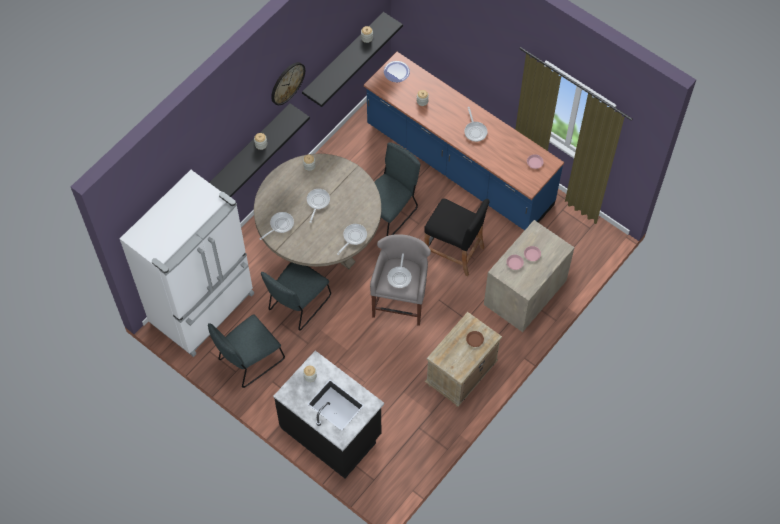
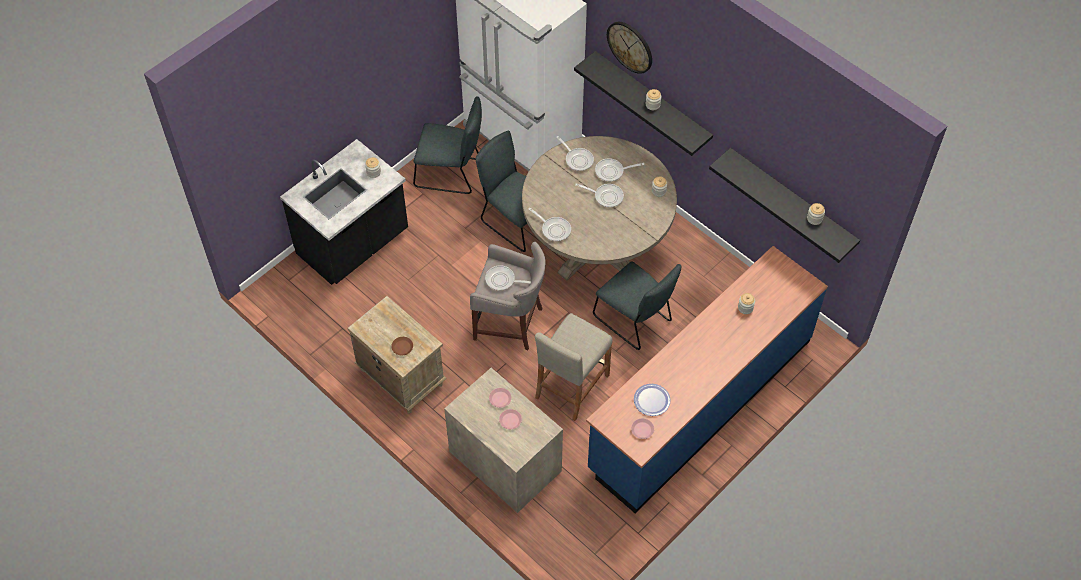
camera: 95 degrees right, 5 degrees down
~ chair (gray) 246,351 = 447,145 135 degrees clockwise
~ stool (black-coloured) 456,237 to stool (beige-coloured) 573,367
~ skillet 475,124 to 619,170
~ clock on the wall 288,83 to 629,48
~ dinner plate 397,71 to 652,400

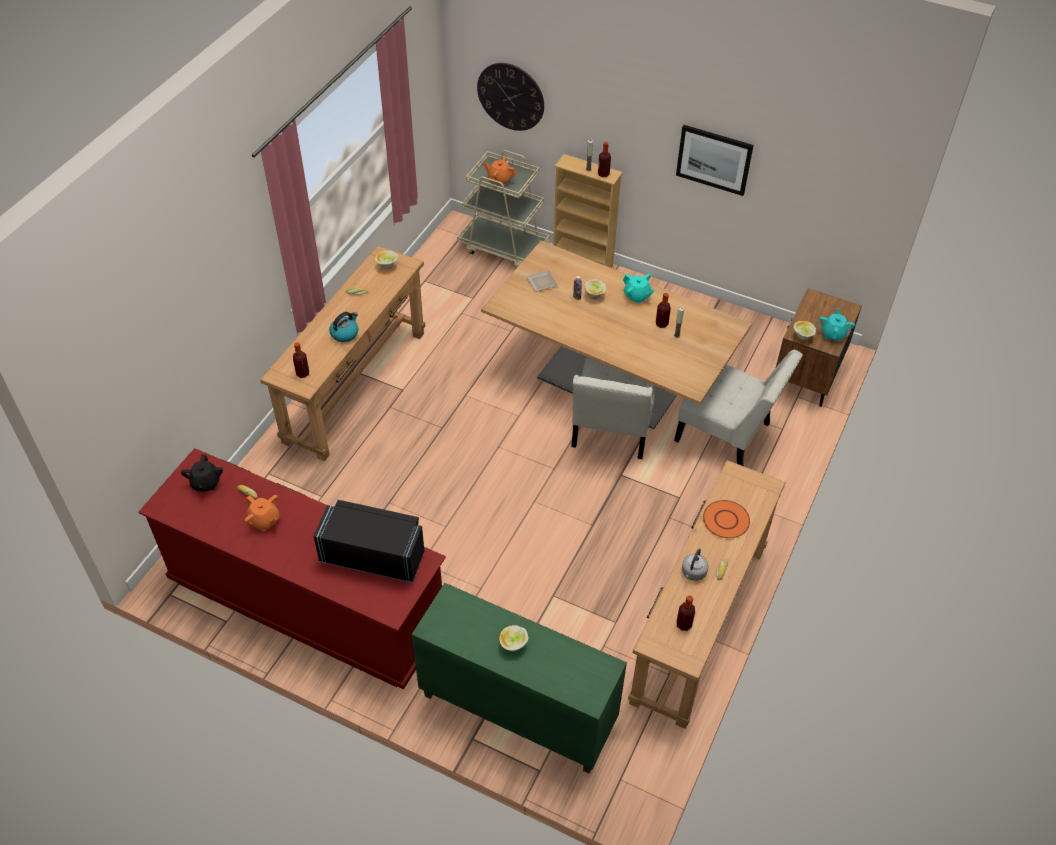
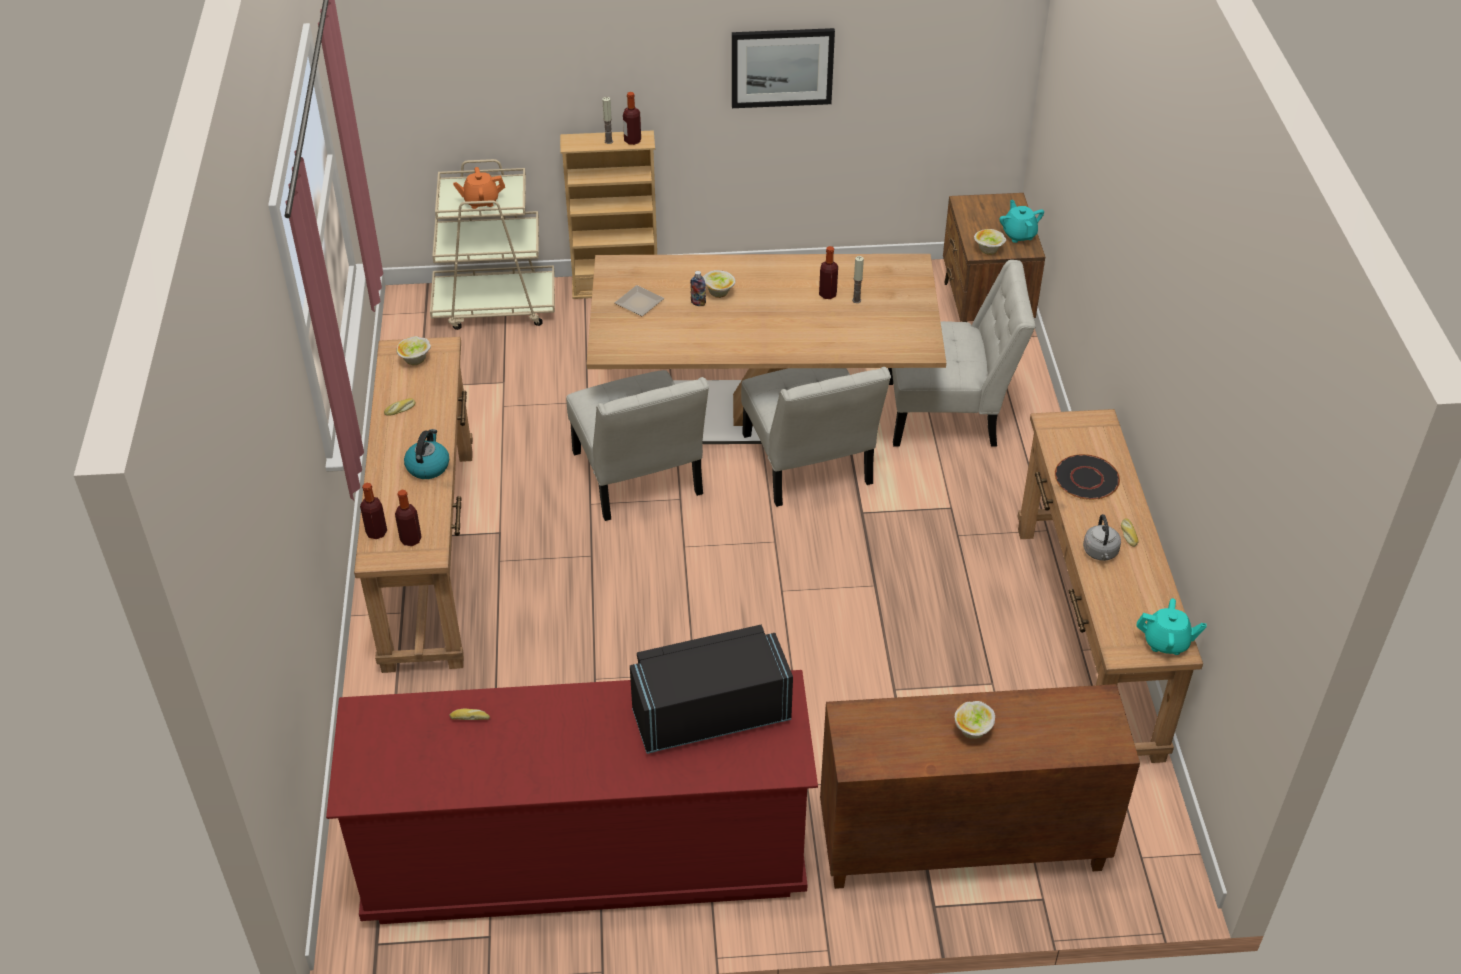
camera: 30 degrees left, 5 degrees down
~ bottle 685,613 to 373,511
+ chair (white-coloured) 637,445
~ cabinet (greenish) 519,678 to cabinet (brownish) 980,786
~ dinner plate (orange-coloured) 726,519 to dinner plate (black-coloured) 1087,477
~ pot for tea (turquoise) 639,288 to 1171,626
- pot for tea (black-coloured) 202,472
- pot for tea (orange-coloured) 262,513
- clock on the wall 510,97

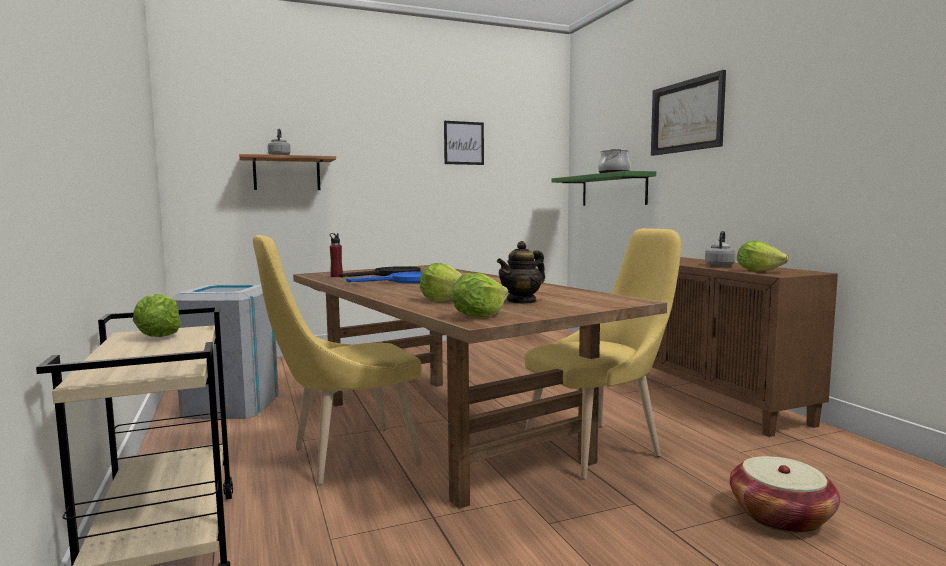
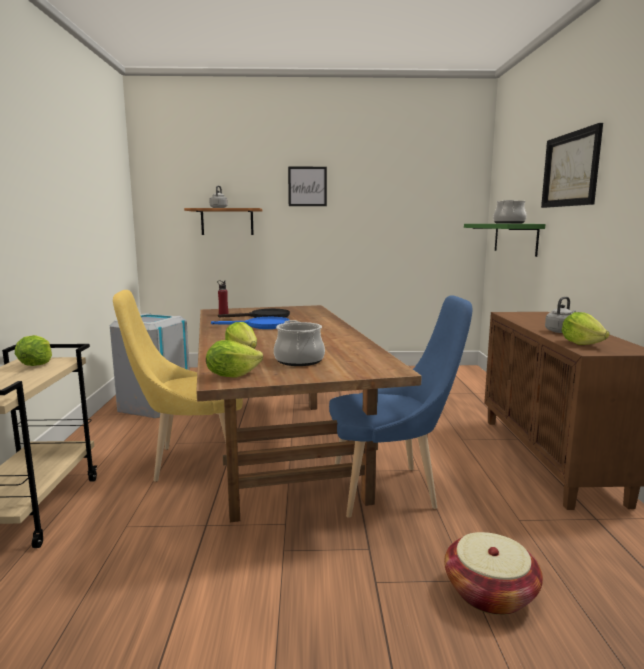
camera: 20 degrees right, 5 degrees up
~ pot for tea 521,272 to stockpot 299,343
~ picture 464,143 to 307,186
~ chair (yellowish) 603,353 to chair (blue) 400,406

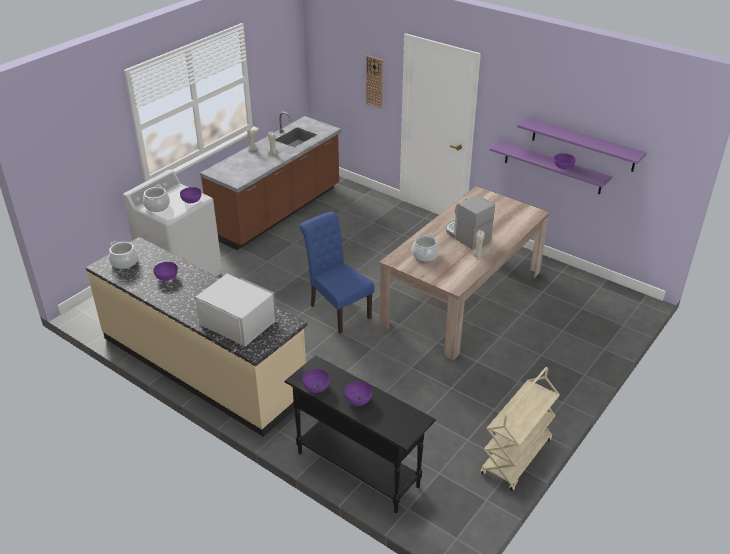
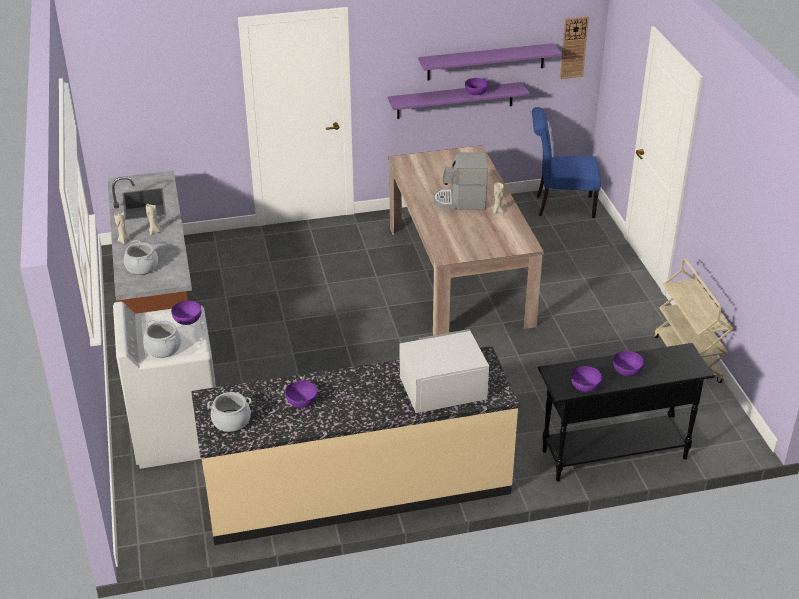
camera: 50 degrees left, 0 degrees up
~ stockpot 425,247 to 141,257
~ chair (blue) 337,273 to 566,162
~ clock on the wall 374,82 to 574,48

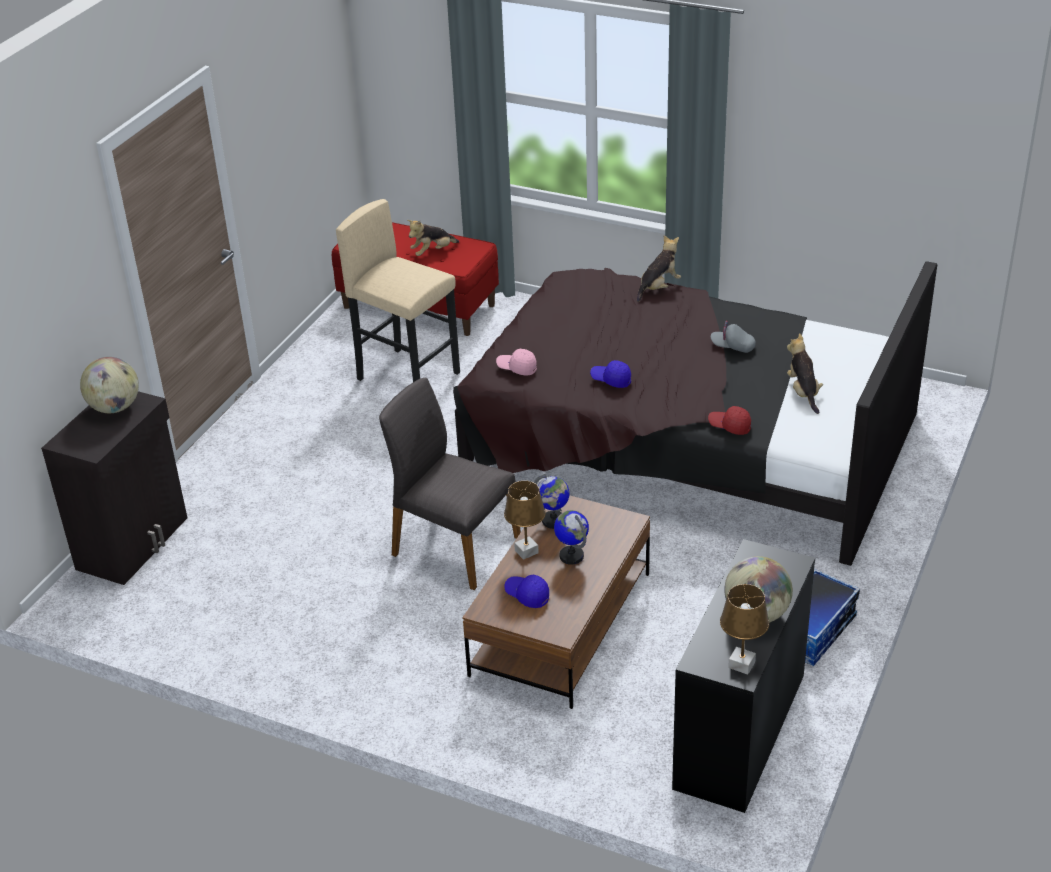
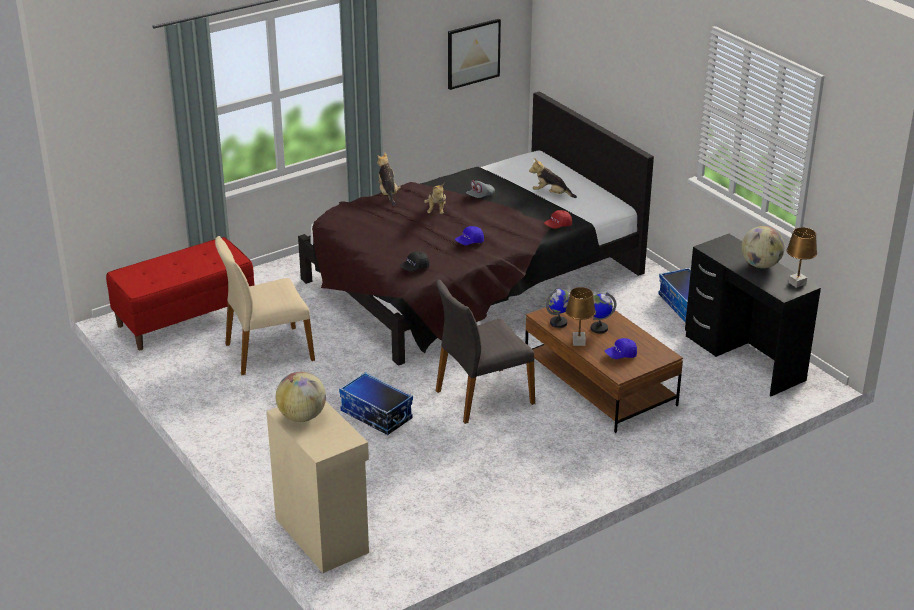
camera: 60 degrees left, 5 degrees down
~ stool (beige-coloured) 398,290 to chair (beige-coloured) 265,305
~ cabinet (black-coloured) 114,488 to cabinet (beige-coloured) 317,487
+ storage bin 376,403
~ baseball cap (pink) 516,362 to baseball cap (black-coloured) 415,262
~ plush toy 433,238 to 435,198
+ picture 474,54

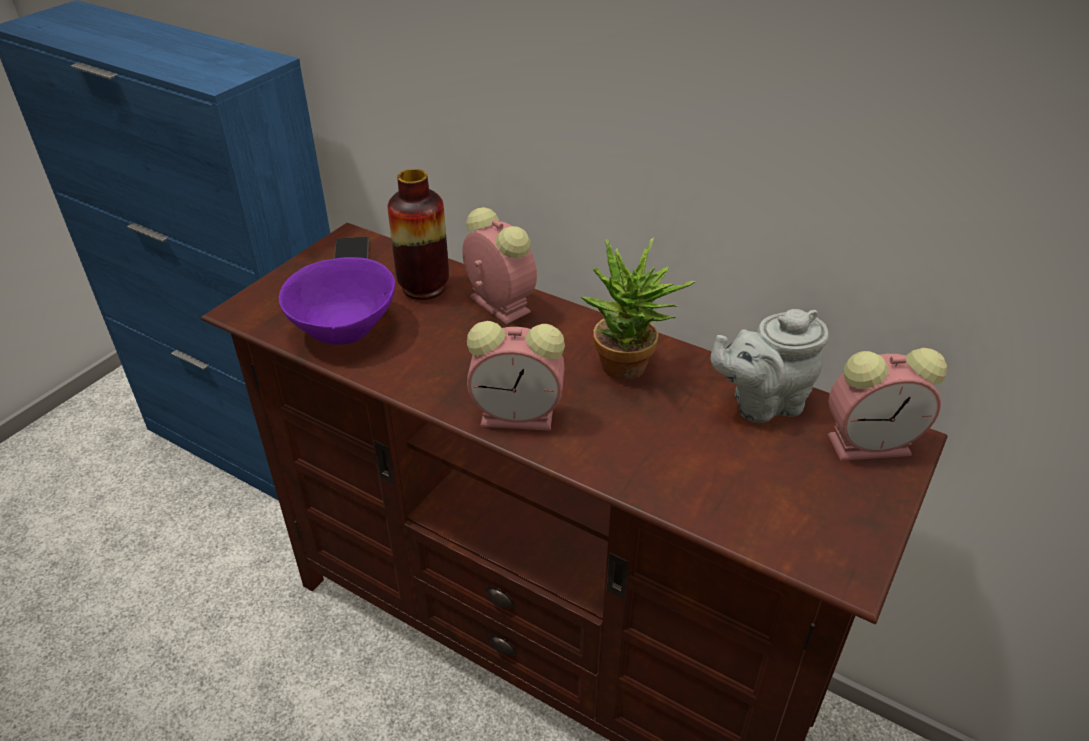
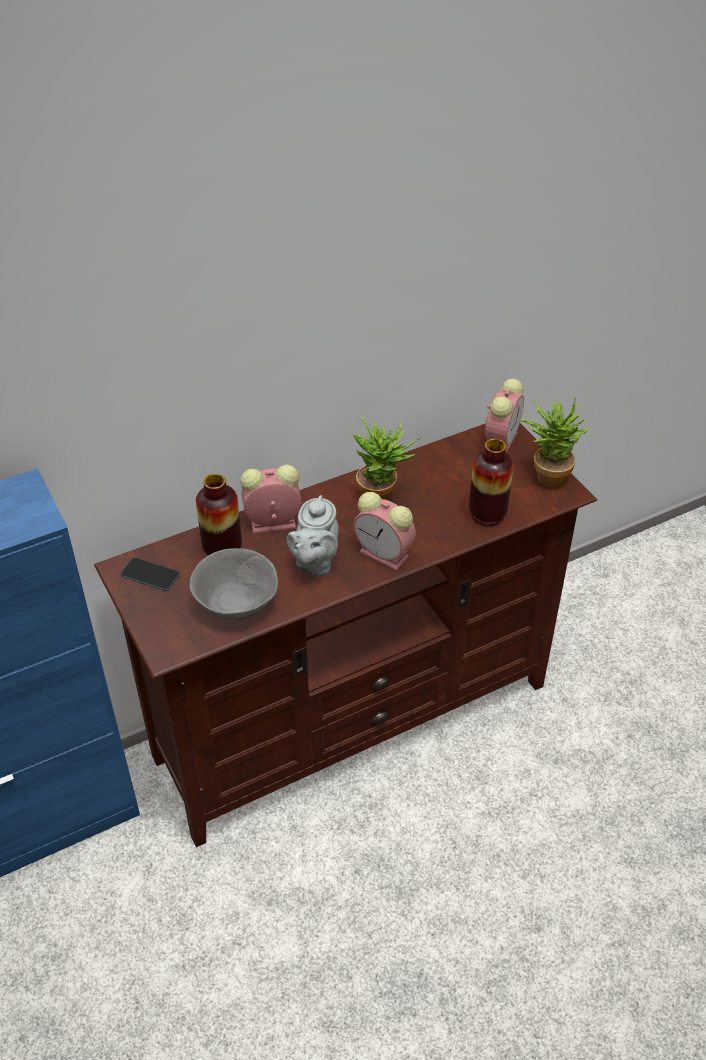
camera: 60 degrees left, 5 degrees up
~ bowl (purple-coloured) 337,301 to bowl (gray) 234,584
~ pot for tea (gray) 769,366 to 313,536
~ bedside clock 516,376 = 385,531 90 degrees clockwise
+ vase 491,482
+ plant in a pot 554,442

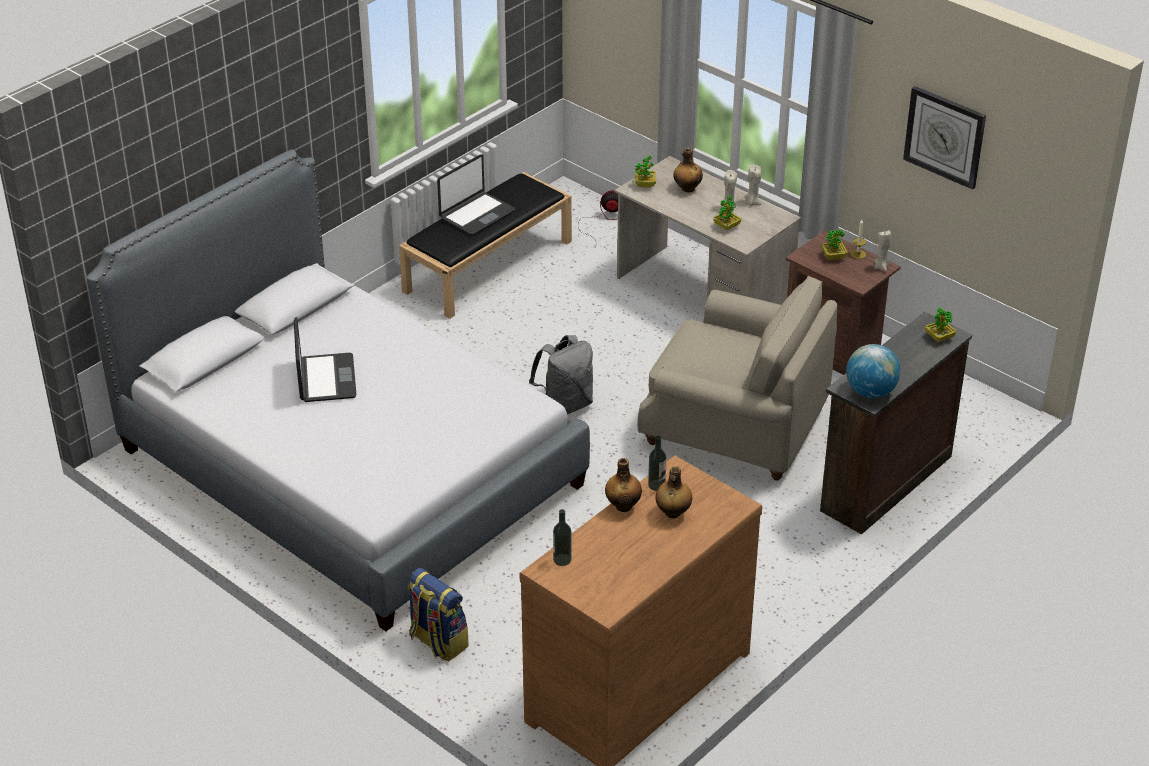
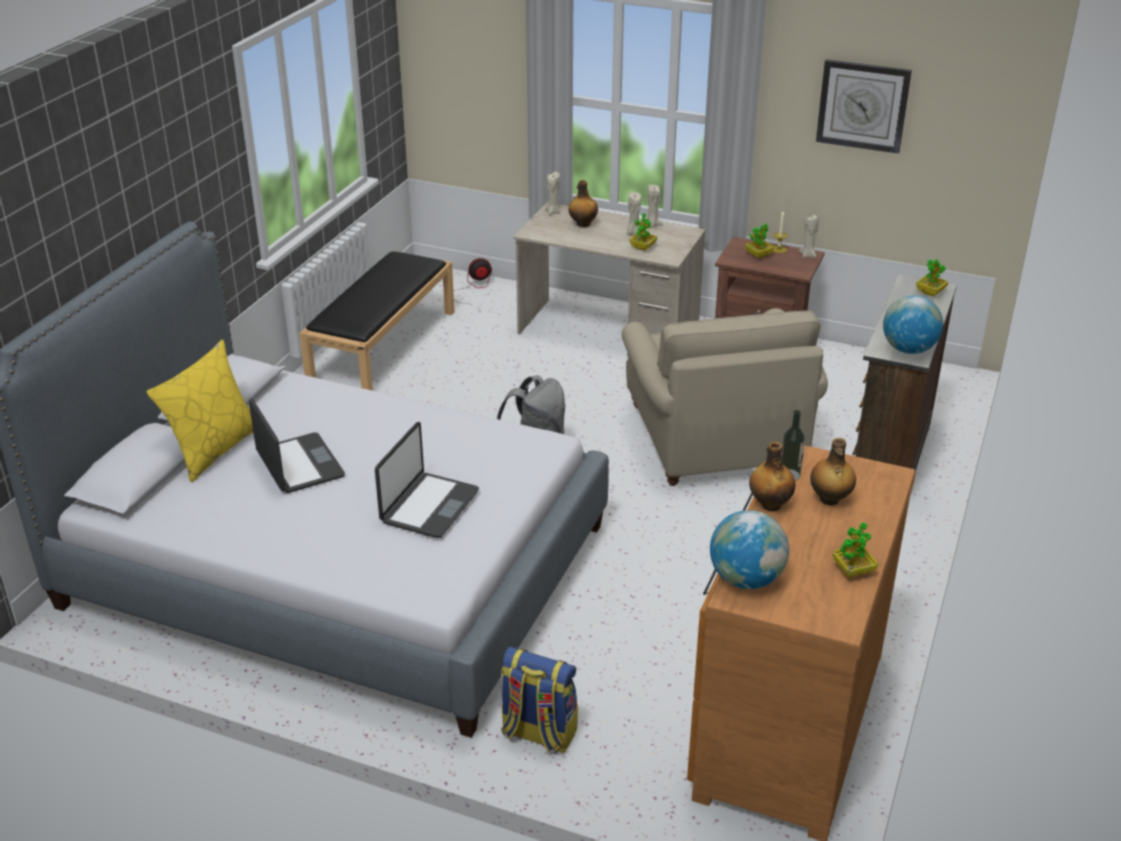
camera: 20 degrees left, 5 degrees down
+ pillow (yellowish) 199,411
~ notebook computer 476,194 to 427,480
+ wax light (beige-coloured) 552,193
~ lounge chair (beige-coloured) 738,378 = 724,397 75 degrees clockwise
~ bottle 562,537 to world globe 749,549
~ plant in a pot 645,171 to 855,550

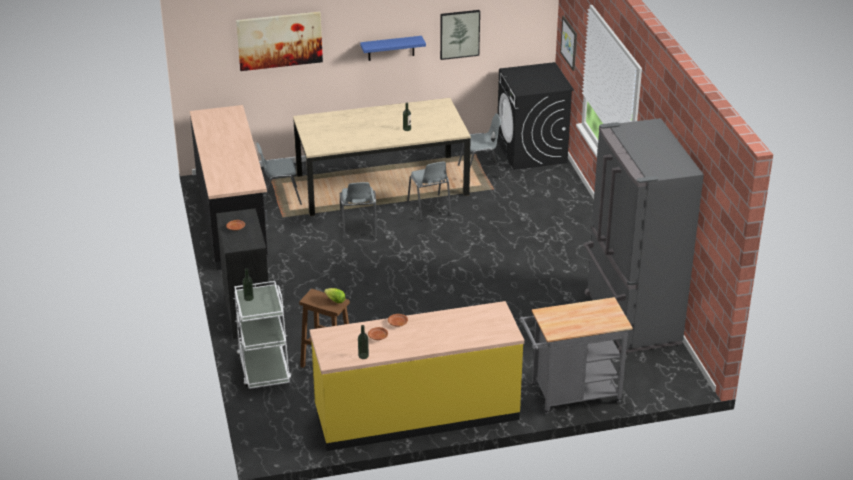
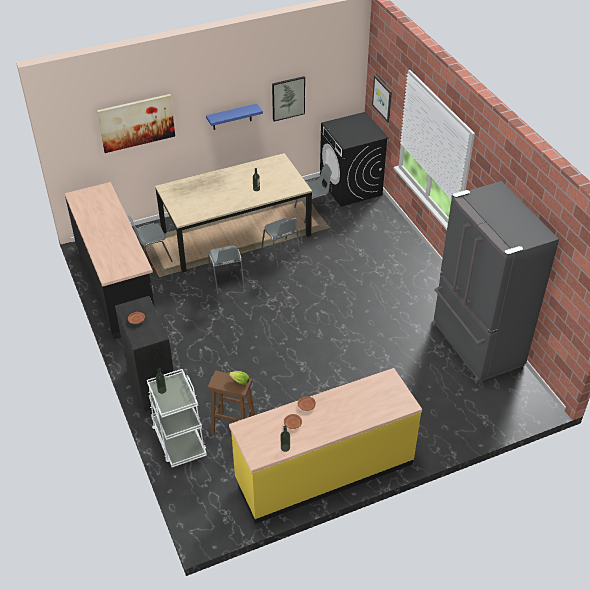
camera: 10 degrees left, 10 degrees up
- wheeled cart (gray) 576,355

